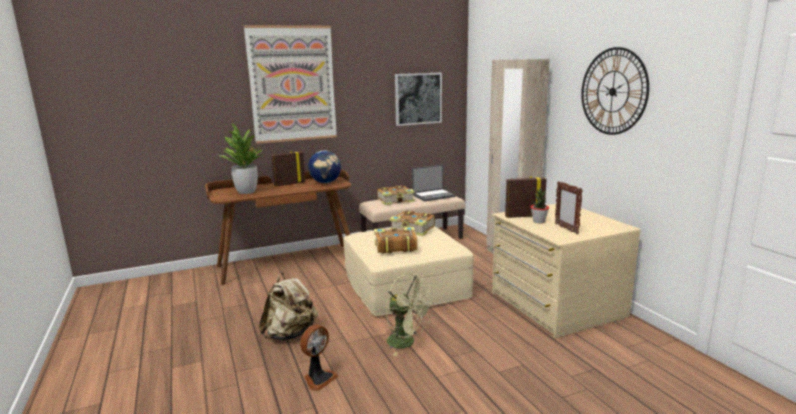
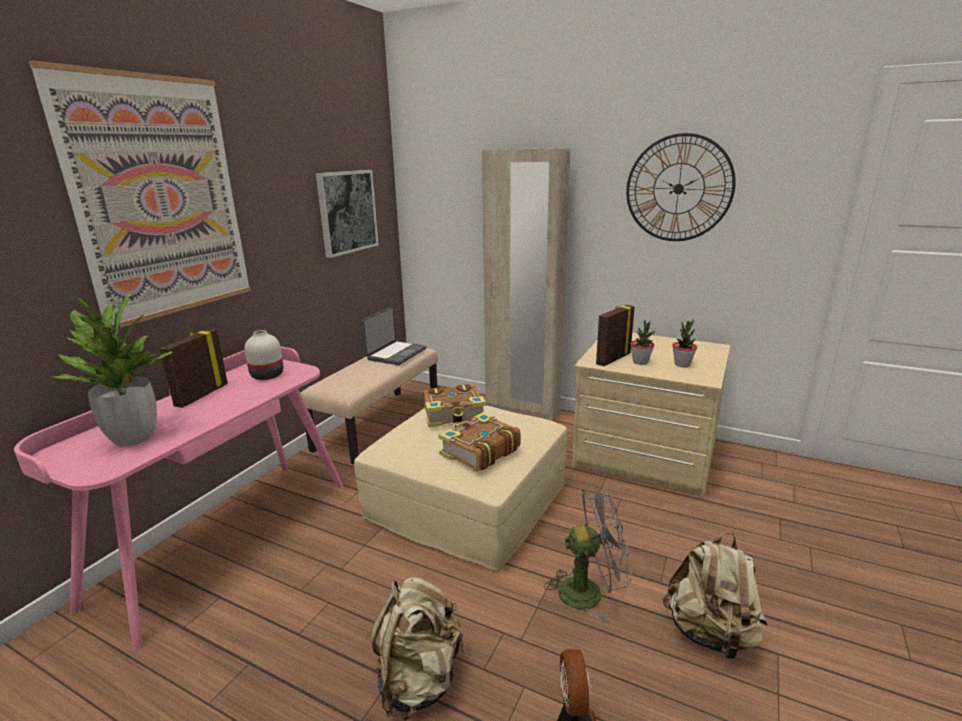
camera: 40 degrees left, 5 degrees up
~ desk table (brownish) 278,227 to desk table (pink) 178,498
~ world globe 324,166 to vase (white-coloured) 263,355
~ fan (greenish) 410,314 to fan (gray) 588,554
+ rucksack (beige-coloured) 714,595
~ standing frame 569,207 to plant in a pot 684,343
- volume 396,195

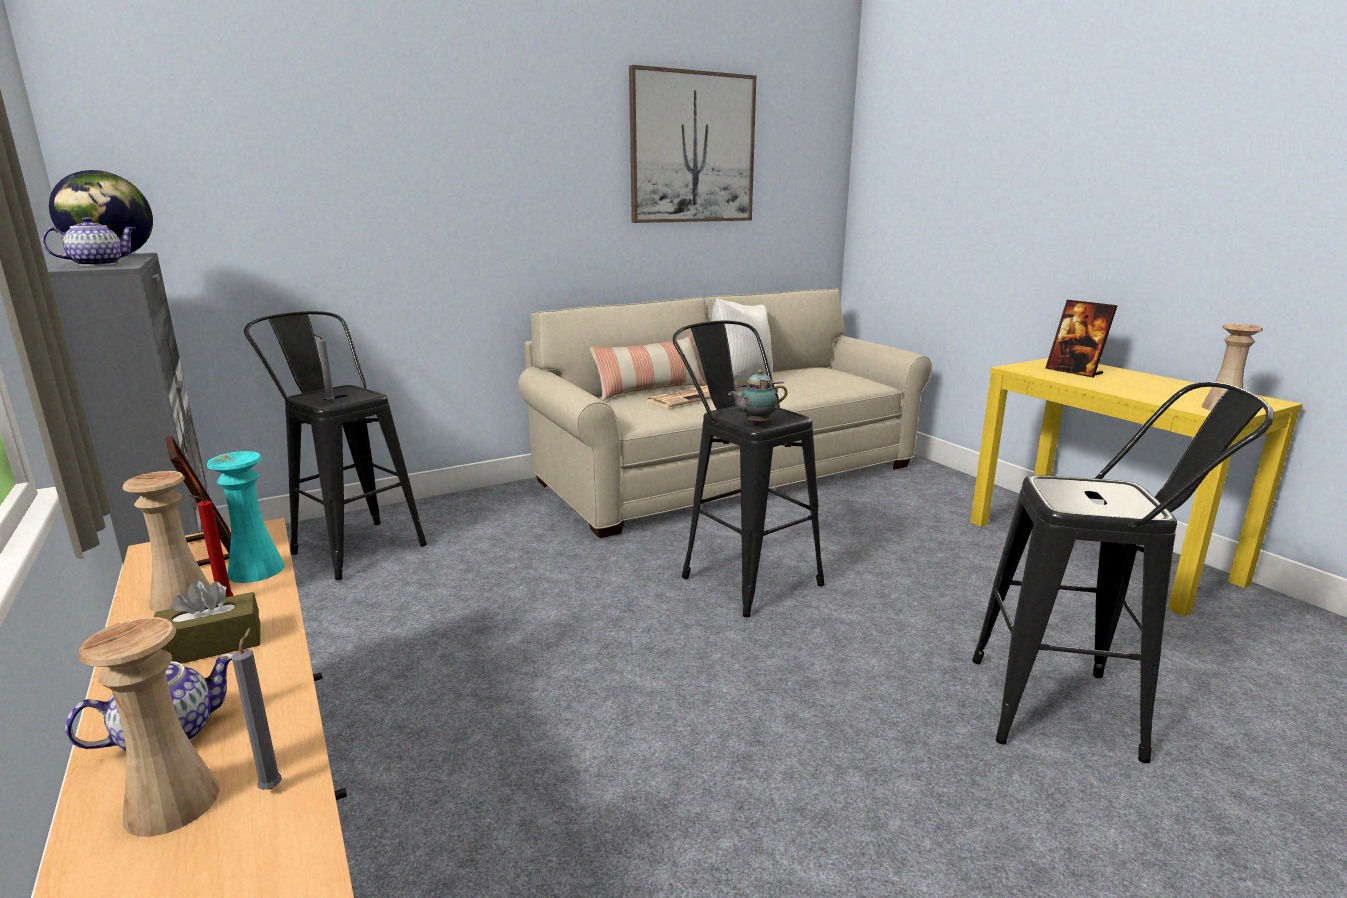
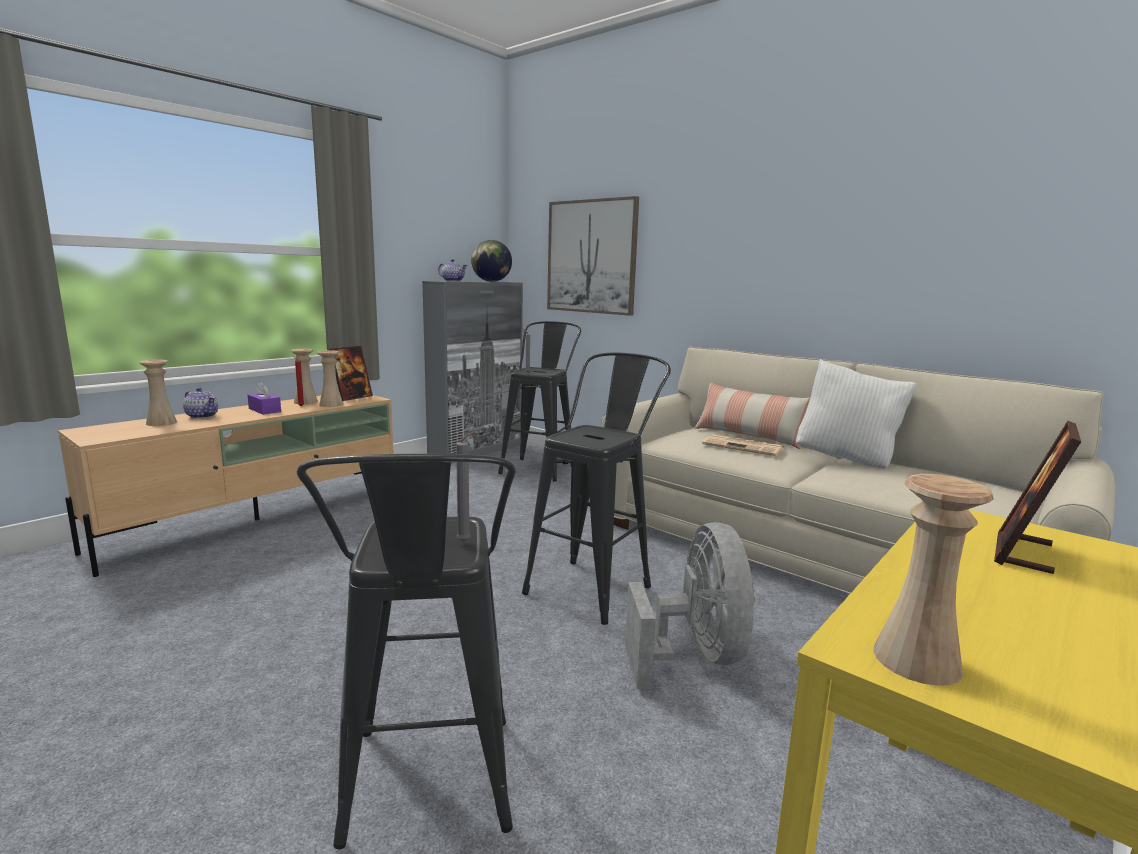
camera: 70 degrees right, 5 degrees down
~ tissue holder (brownish) 207,622 to tissue holder (purple-coloured) 264,398
~ vase (turquoise) 246,517 to vase (beige-coloured) 330,378
~ wax light (gray) 257,708 to 465,487
~ picture 692,144 to 593,256
+ fan (gray) 690,605
- pot for tea 758,397

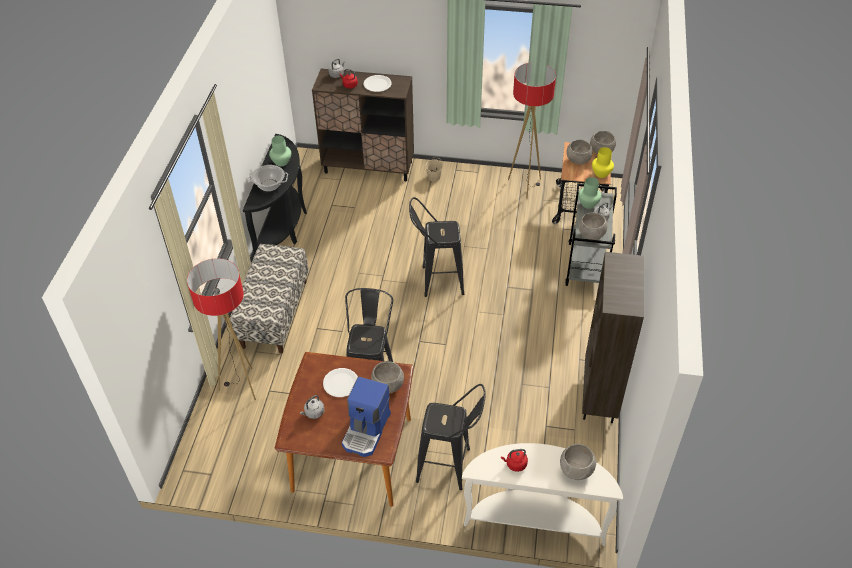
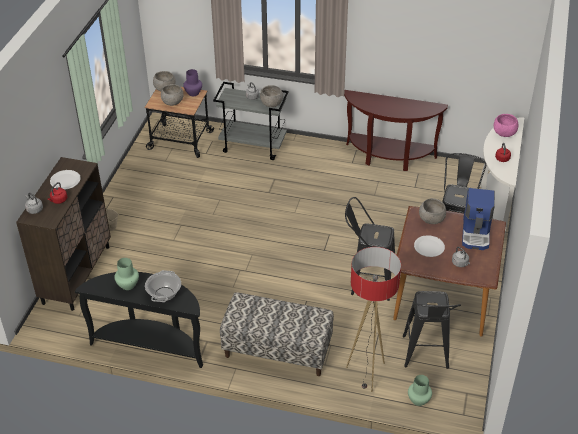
camera: 85 degrees left, 5 degrees down
~ vase (yellowish) 603,162 to vase (purple-coloured) 192,82
~ shelving unit (brownish) 613,337 to console table (brownish) 396,130
~ stool (black-coloured) 436,247 to 432,330
~ vase (greenish) 589,193 to 420,390
~ coffee machine 366,417 = 478,219 75 degrees clockwise
~ bowl (gray) 578,462 to bowl (pink) 506,125
- standard lamp 532,131

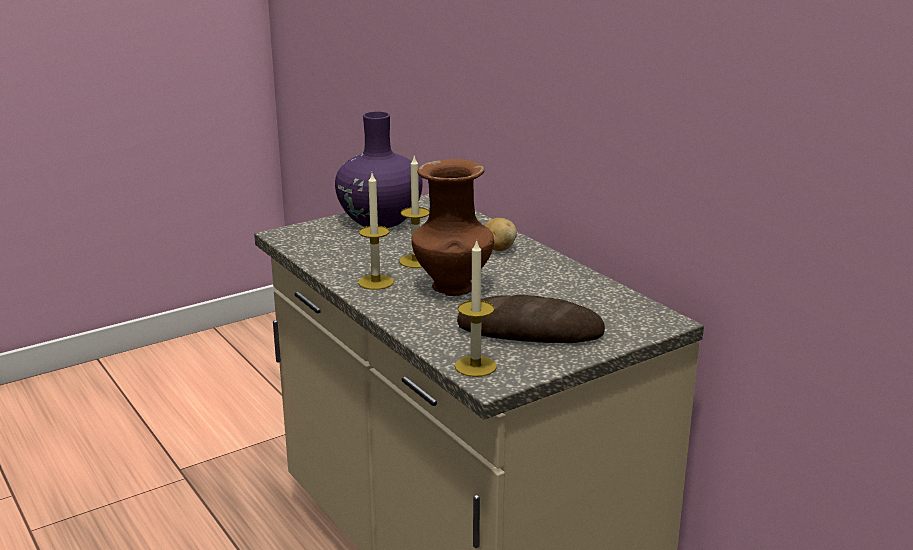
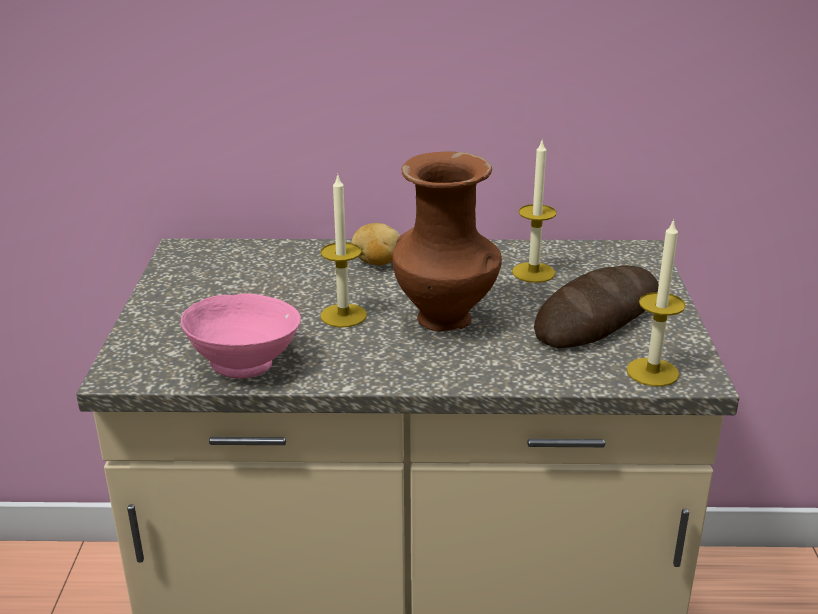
camera: 55 degrees left, 5 degrees up
+ bowl (pink) 241,335
~ wax light 376,231 to 534,210
- vase (purple-coloured) 378,170

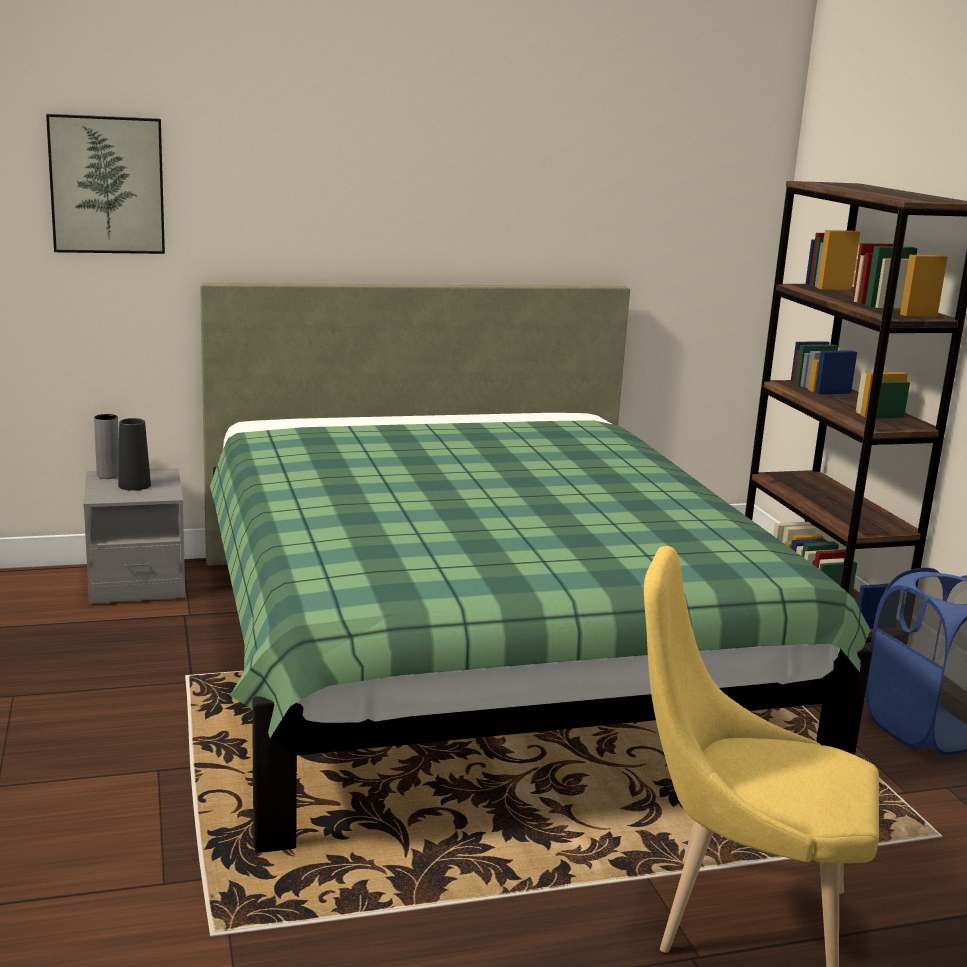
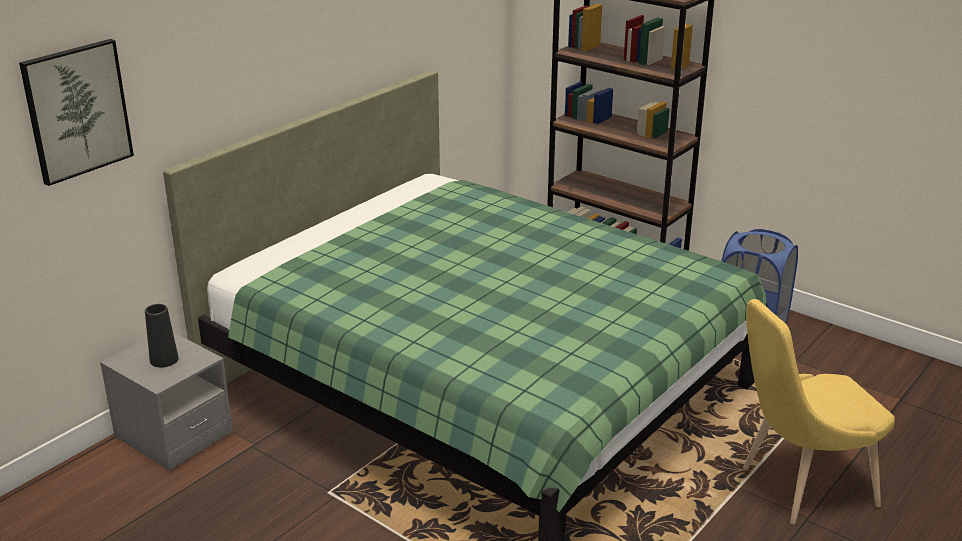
camera: 35 degrees left, 10 degrees up
- vase (gray) 106,446

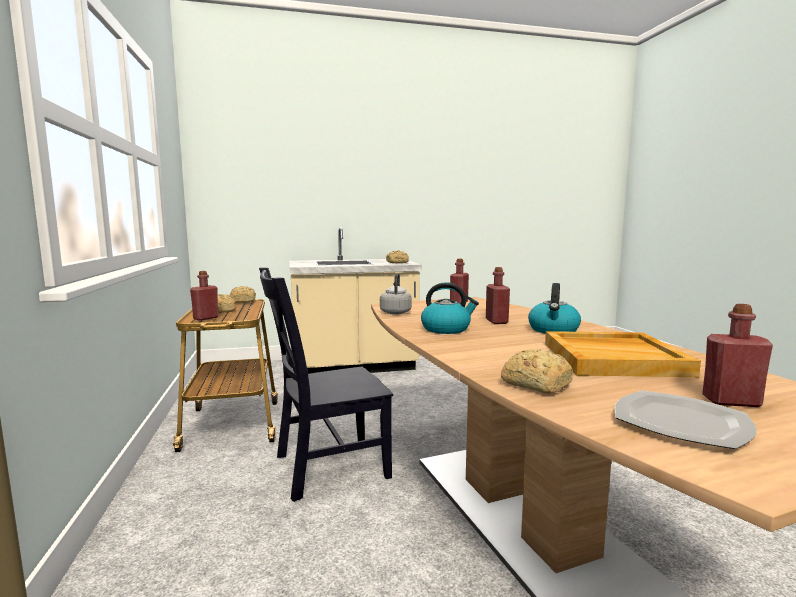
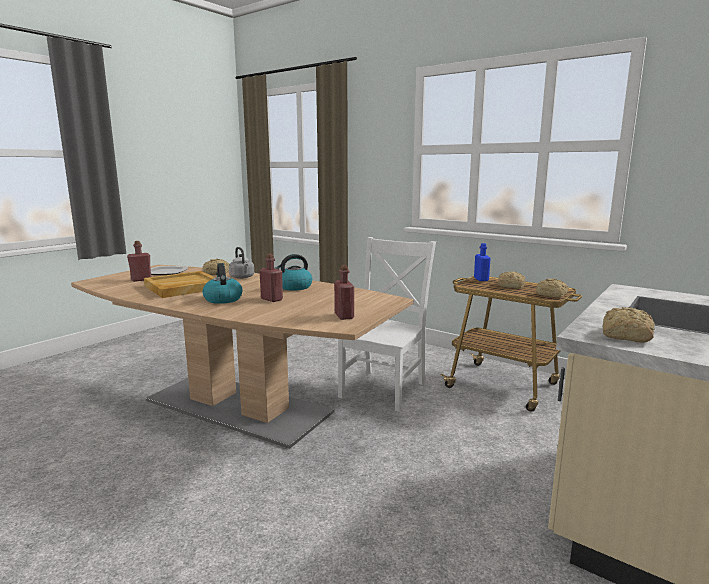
camera: 140 degrees right, 5 degrees up
~ water kettle (gray) 396,293 to 241,263
~ chair (black-coloured) 326,385 to chair (white-coloured) 387,324
~ bottle (red-coloured) 204,296 to bottle (blue) 482,262

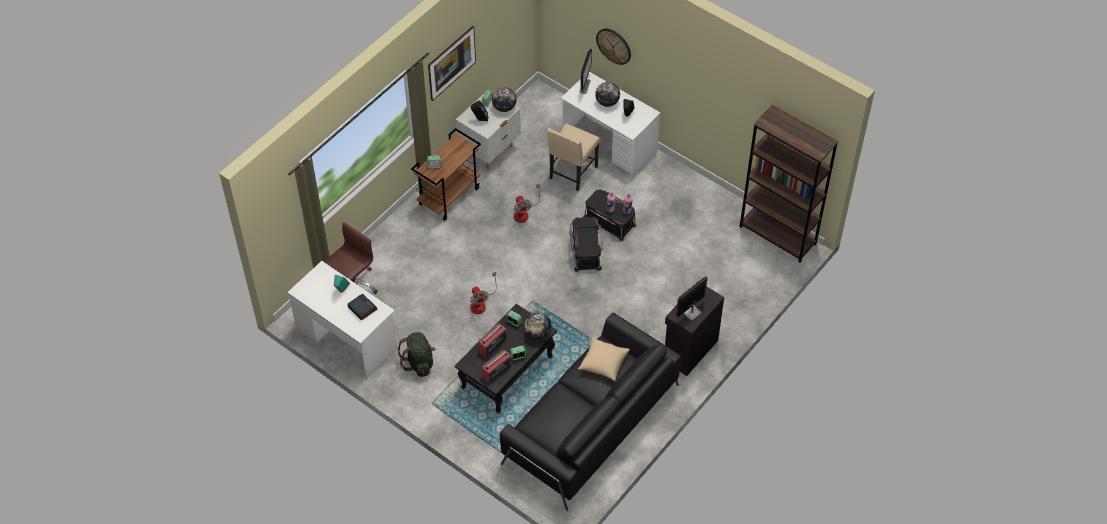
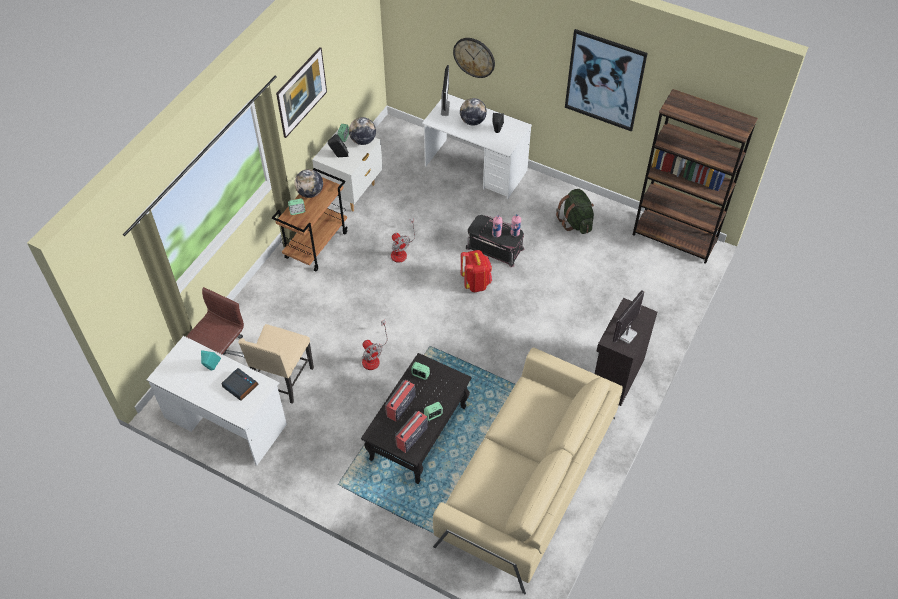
camera: 10 degrees left, 0 degrees up
~ chair (beige-coloured) 573,157 to 276,364
~ world globe 538,326 to 309,183
~ sofa (black-coloured) 590,412 to sofa (beige-coloured) 528,470
~ storage bin (black-coloured) 586,244 to rucksack (red-coloured) 476,271
~ rucksack (greenish) 416,354 to 575,211
+ picture 606,80
- pillow (beige-coloured) 604,359

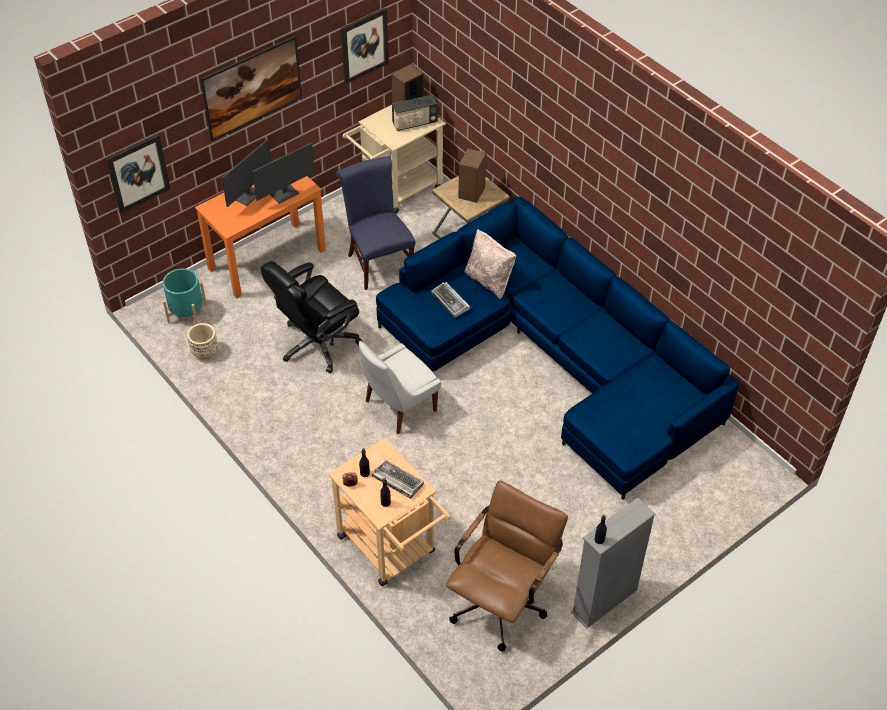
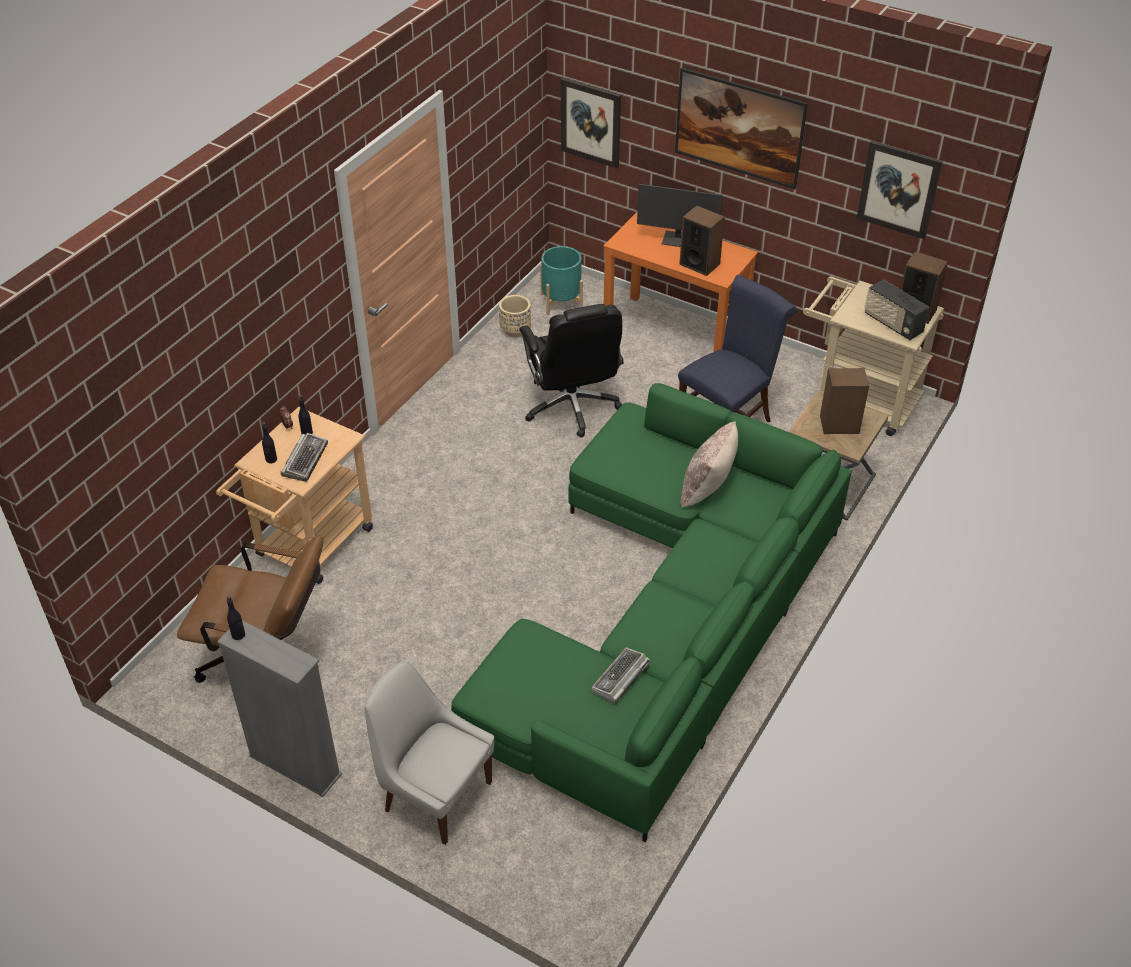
camera: 70 degrees right, 5 degrees down
~ chair (white-coloured) 400,388 to 429,752
~ sofa (blue) 557,348 to sofa (greenish) 651,612
~ desk chair (black-coloured) 311,317 = 571,371 135 degrees counterclockwise
~ PC keyboard 450,300 to 620,675
~ computer display 283,173 to audio speaker 702,240

